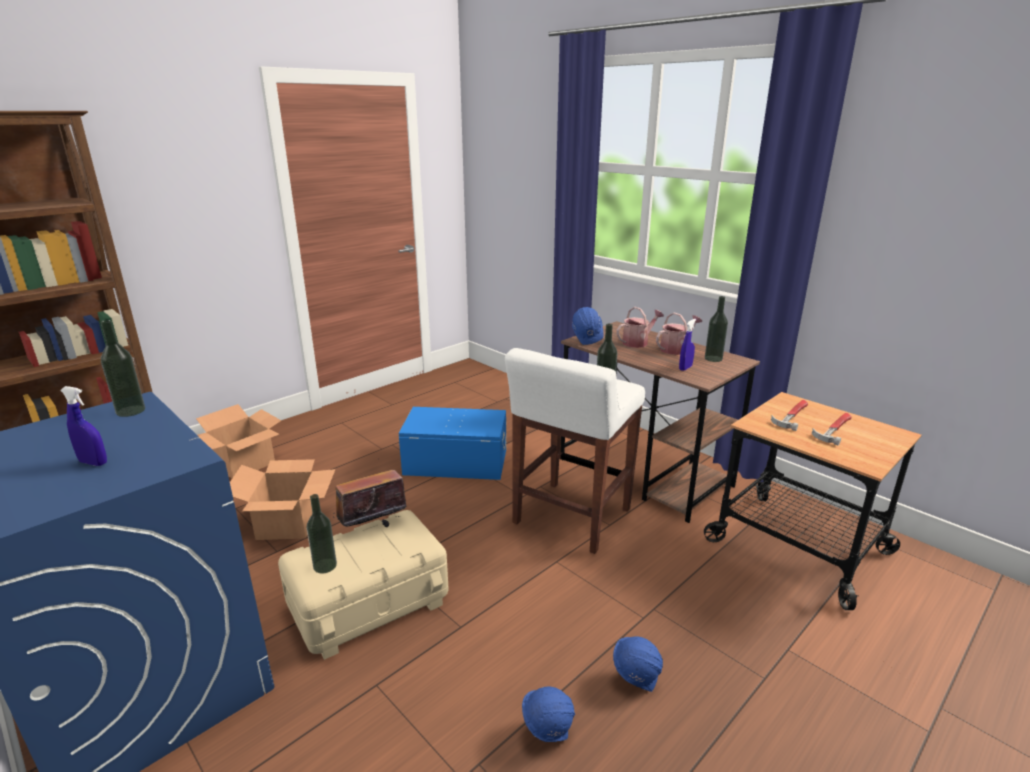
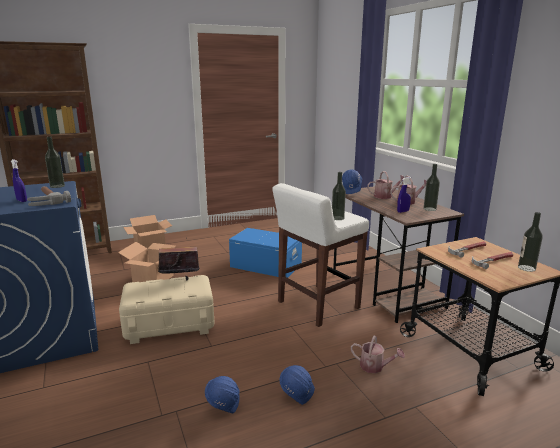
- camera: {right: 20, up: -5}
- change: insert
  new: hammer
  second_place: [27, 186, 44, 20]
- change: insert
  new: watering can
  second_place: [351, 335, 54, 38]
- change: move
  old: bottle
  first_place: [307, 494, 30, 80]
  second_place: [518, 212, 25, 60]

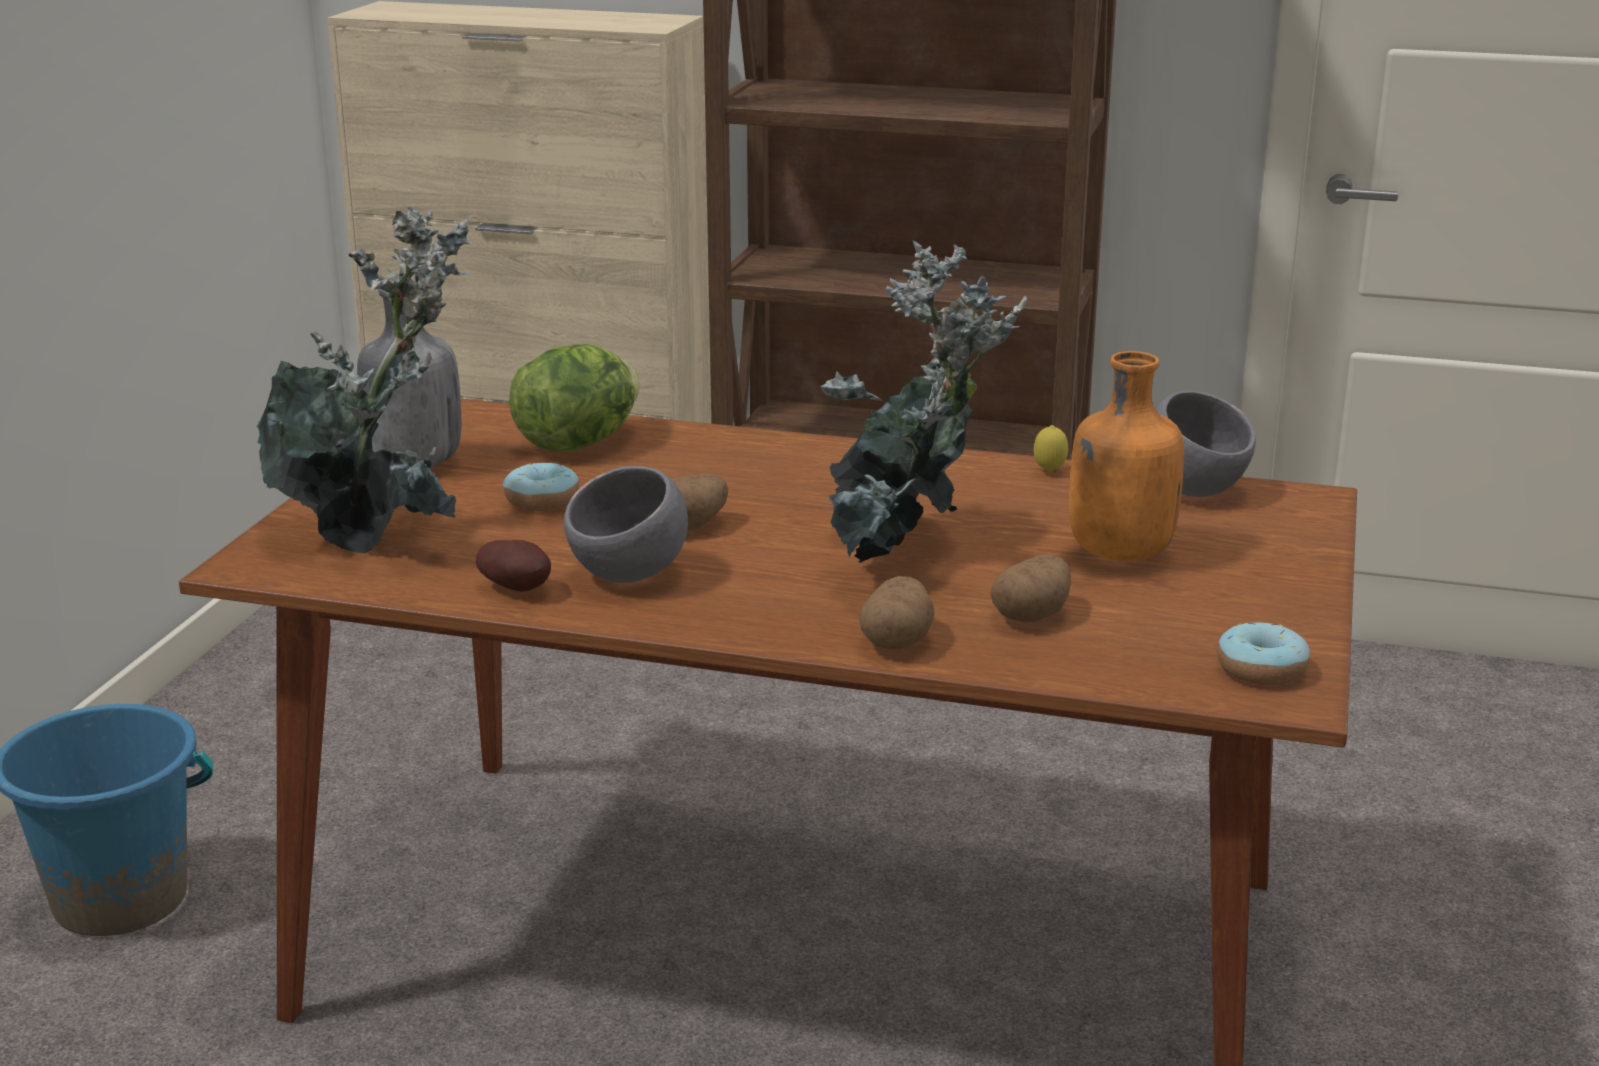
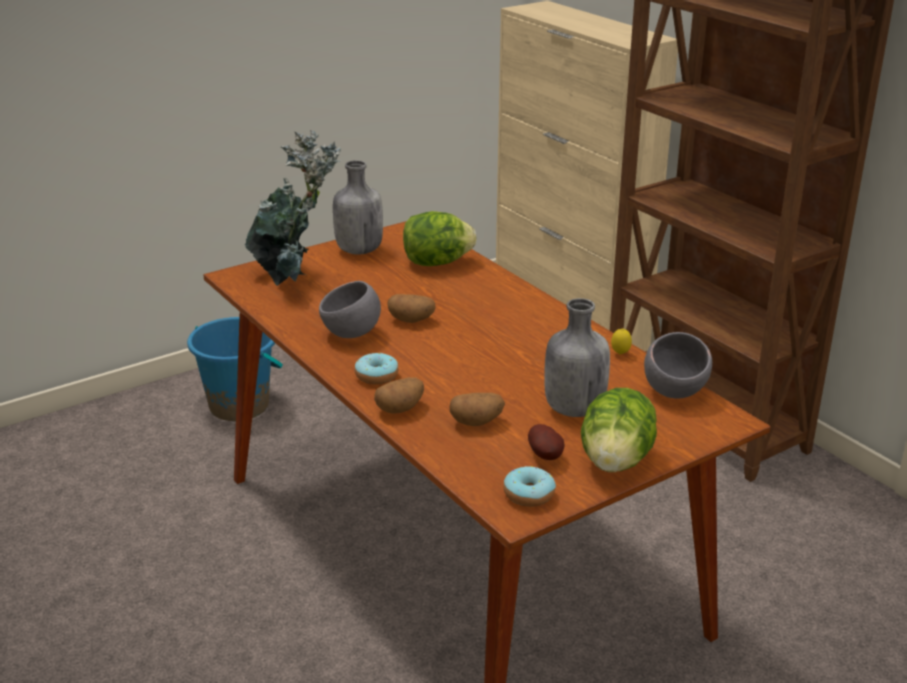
- camera: {right: 40, up: 5}
- change: delete
  old: potted plant
  first_place: [820, 240, 207, 323]
- change: insert
  new: lettuce
  second_place: [581, 388, 76, 84]
- change: move
  old: potato
  first_place: [476, 540, 75, 52]
  second_place: [528, 424, 36, 36]
- change: move
  old: donut
  first_place: [503, 463, 76, 48]
  second_place: [355, 353, 43, 32]
- change: recolor
  old: bottle/orange
  new: bottle/grey
  first_place: [1069, 351, 115, 211]
  second_place: [544, 298, 66, 119]

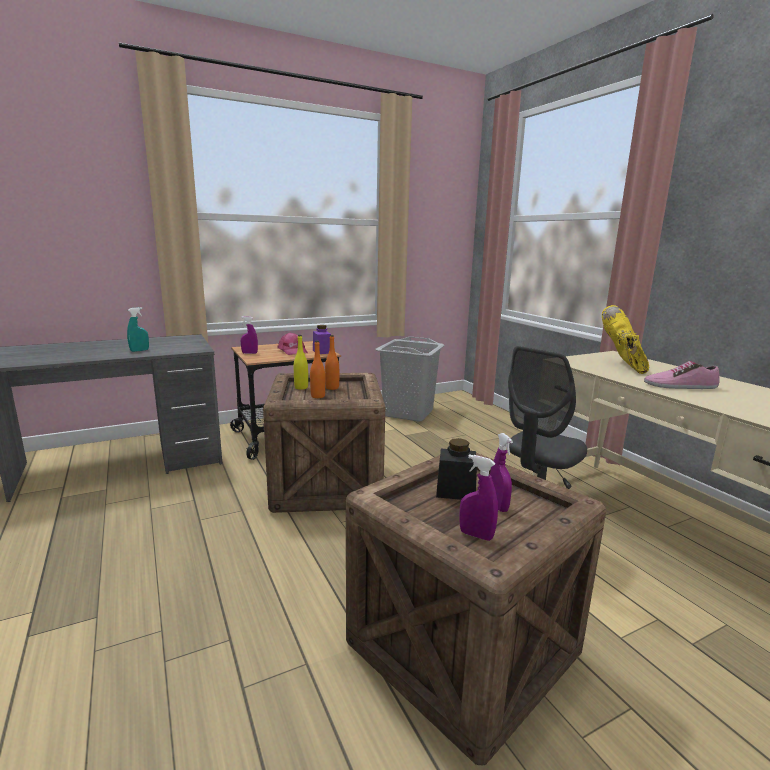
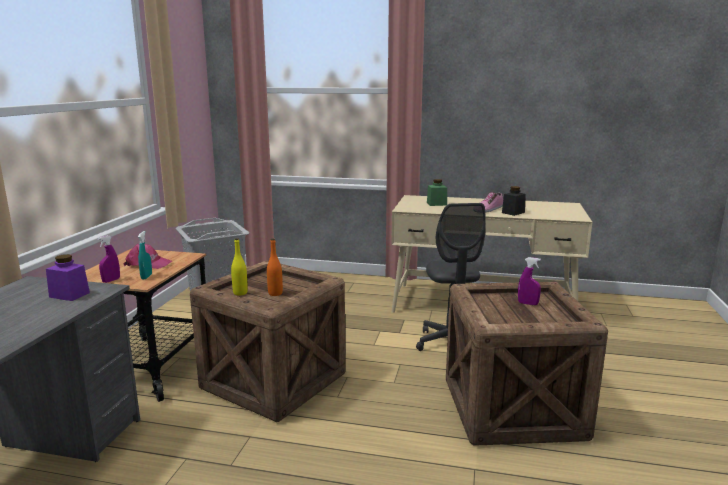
- camera: {right: -50, up: 0}
- change: delete
  old: bottle/orange
  first_place: [325, 335, 14, 55]
- change: delete
  old: spray bottle/purple
  first_place: [459, 454, 39, 87]
- change: move
  old: spray bottle/turquoise
  first_place: [127, 307, 22, 45]
  second_place: [138, 231, 14, 48]
- change: move
  old: jar/purple
  first_place: [313, 325, 18, 29]
  second_place: [46, 254, 44, 47]
- change: move
  old: jar/black
  first_place: [436, 438, 41, 62]
  second_place: [502, 186, 24, 30]
- change: replace
  old: boot/yellow
  new: jar/green
  first_place: [602, 305, 47, 69]
  second_place: [427, 179, 20, 27]

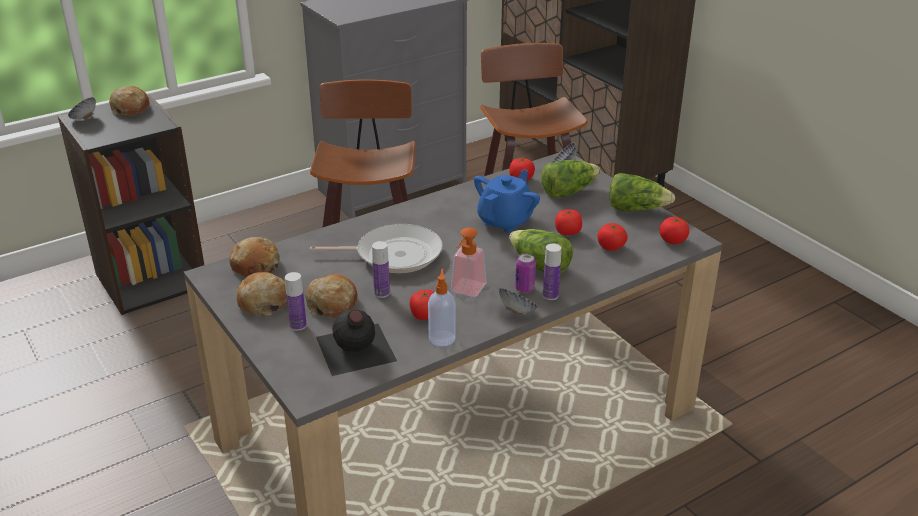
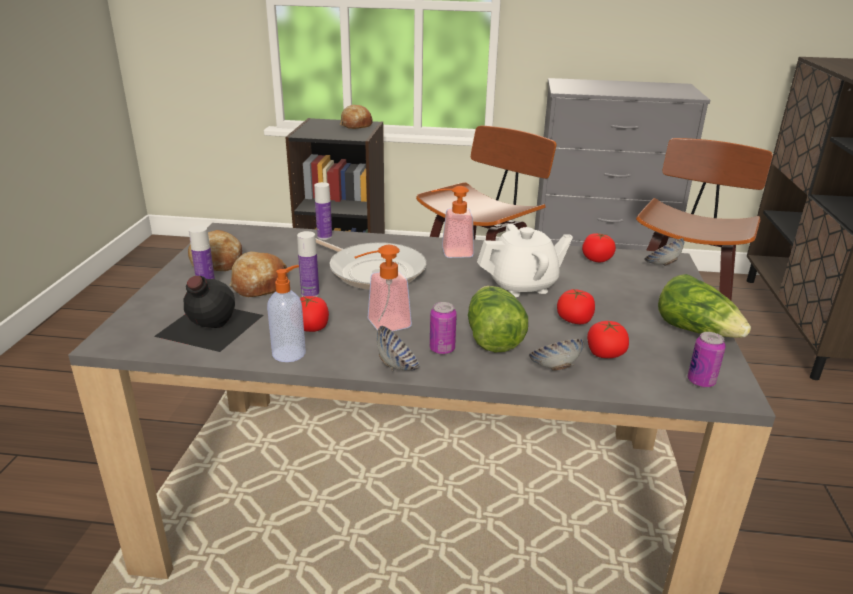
- camera: {right: 40, up: -5}
- change: delete
  old: bread
  first_place: [229, 237, 51, 41]
- change: delete
  old: lettuce
  first_place: [541, 160, 59, 38]
- change: insert
  new: soap dispenser
  second_place: [431, 186, 43, 72]
- change: move
  old: bowl
  first_place: [68, 97, 28, 23]
  second_place: [529, 339, 55, 32]
- change: move
  old: bottle
  first_place: [543, 244, 18, 56]
  second_place: [314, 182, 18, 58]
- change: replace
  old: tomato
  new: can
  first_place: [659, 217, 30, 27]
  second_place: [687, 332, 39, 56]
- change: recolor
  old: teapot/blue
  new: teapot/white
  first_place: [474, 170, 66, 63]
  second_place: [477, 223, 96, 74]

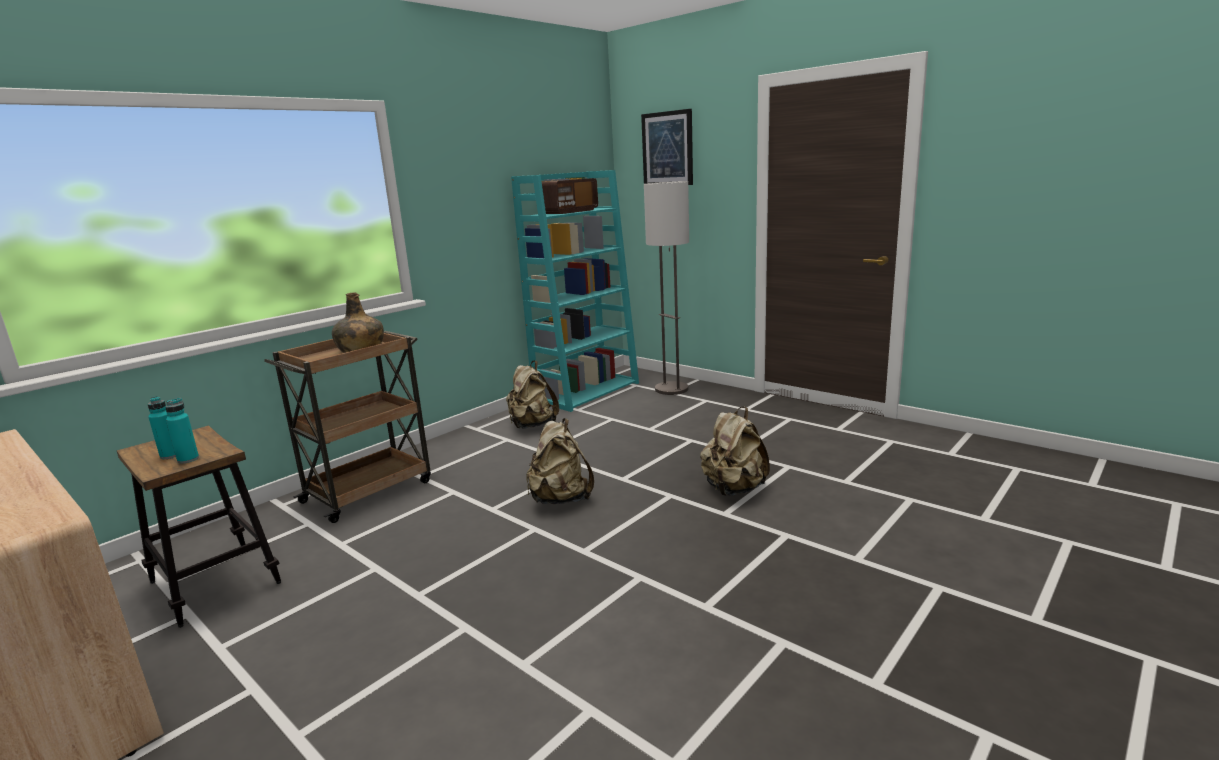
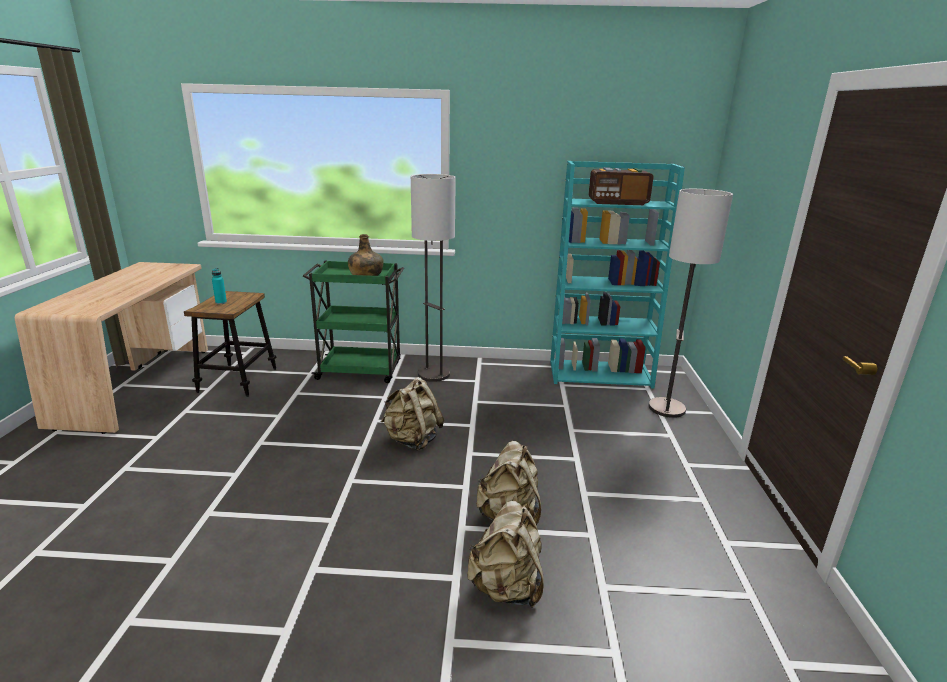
- camera: {right: 50, up: 5}
- change: delete
  old: bottle/turquoise
  first_place: [166, 398, 33, 65]
- change: delete
  old: picture
  first_place: [641, 109, 52, 76]
- change: insert
  new: floor lamp
  second_place: [411, 174, 45, 208]
- change: move
  old: backpack/beige
  first_place: [506, 360, 53, 69]
  second_place: [467, 501, 77, 107]
- change: recolor
  old: cart/brown
  new: cart/green
  first_place: [264, 331, 167, 192]
  second_place: [303, 261, 101, 122]

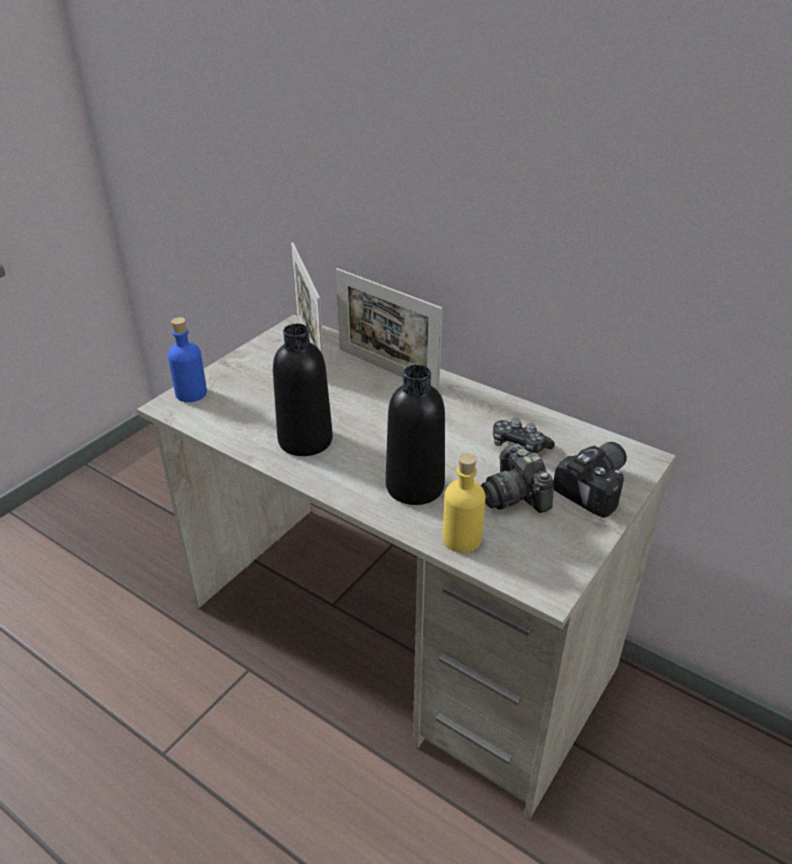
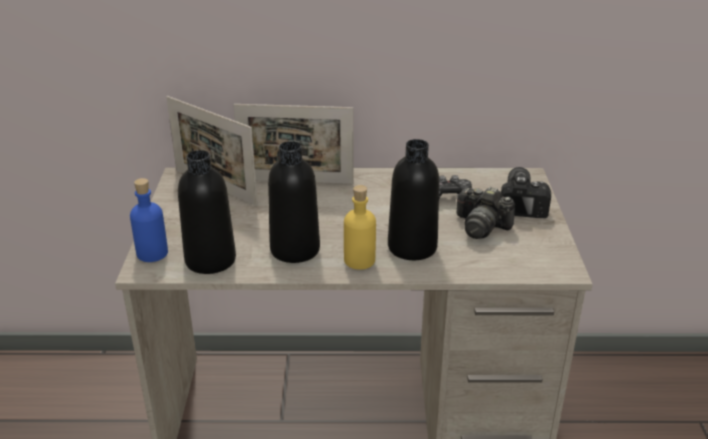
- camera: {right: -35, up: -5}
- change: insert
  new: bottle/black
  second_place: [178, 150, 58, 124]
- change: move
  old: bottle/yellow
  first_place: [443, 453, 43, 100]
  second_place: [344, 185, 32, 85]

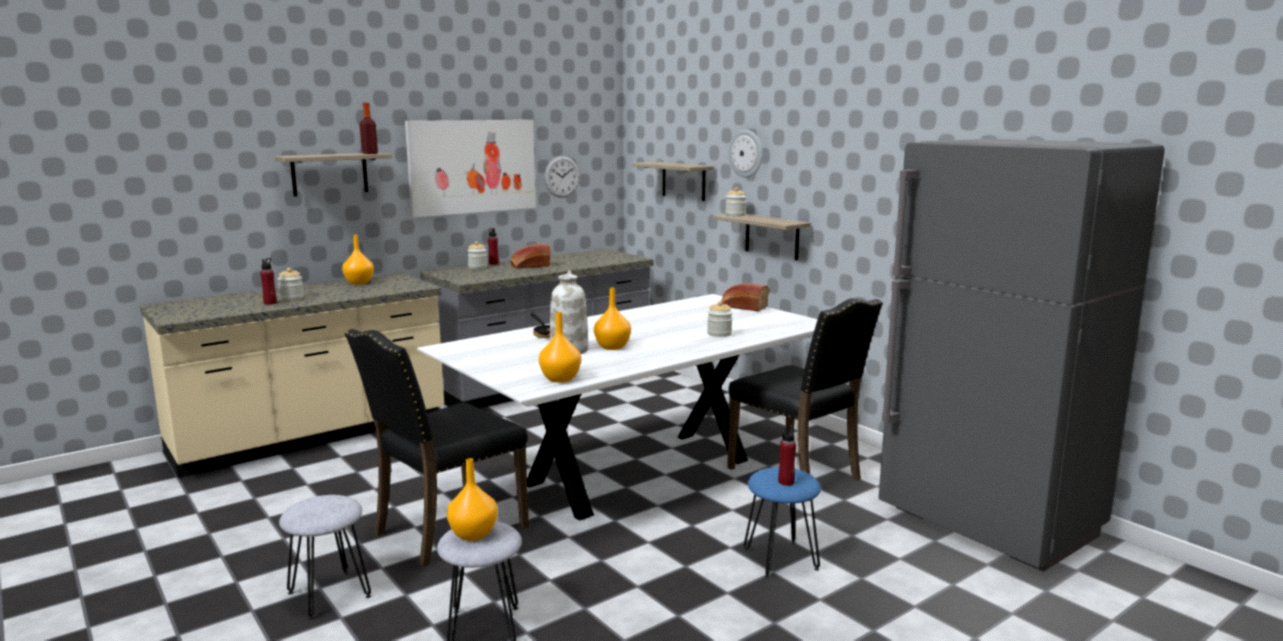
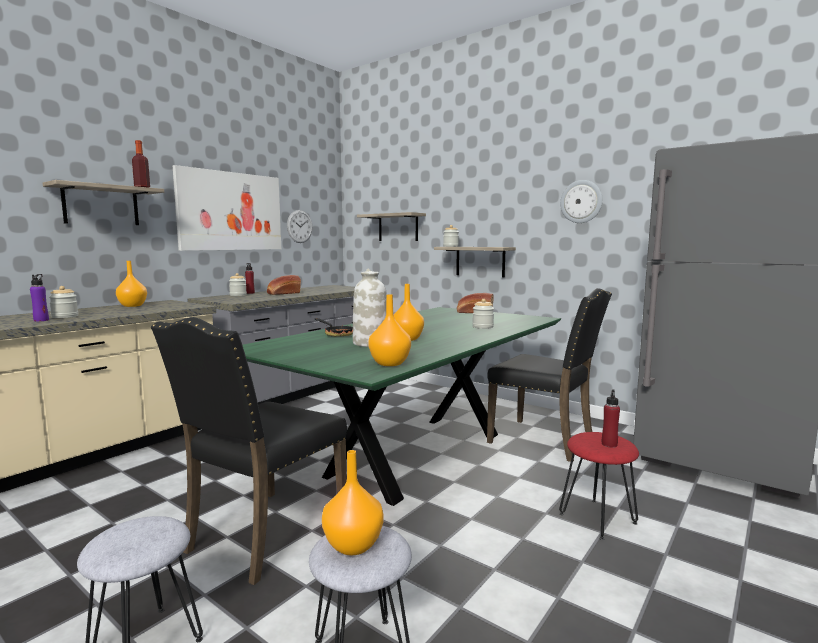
- camera: {right: -15, up: -5}
- change: move
  old: wall clock
  first_place: [729, 130, 33, 48]
  second_place: [560, 180, 43, 43]
- change: recolor
  old: bottle/red
  new: bottle/purple
  first_place: [260, 258, 17, 47]
  second_place: [30, 274, 19, 48]
- change: recolor
  old: dining table/white
  new: dining table/green
  first_place: [417, 294, 401, 227]
  second_place: [243, 307, 318, 199]
- change: recolor
  old: stool/blue
  new: stool/red
  first_place: [744, 467, 77, 111]
  second_place: [559, 432, 80, 108]

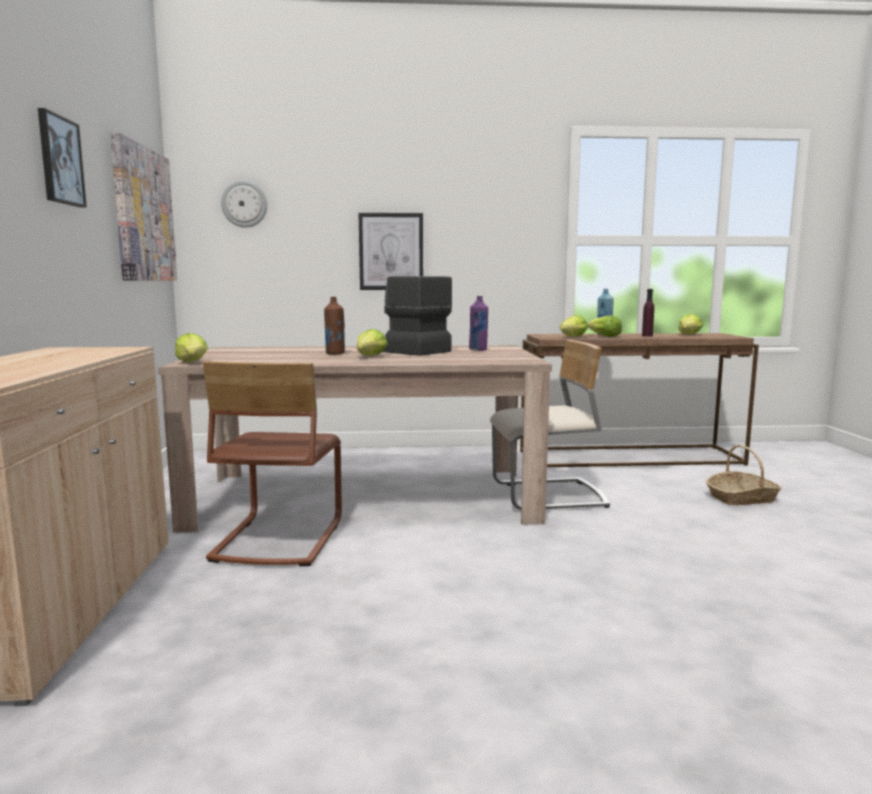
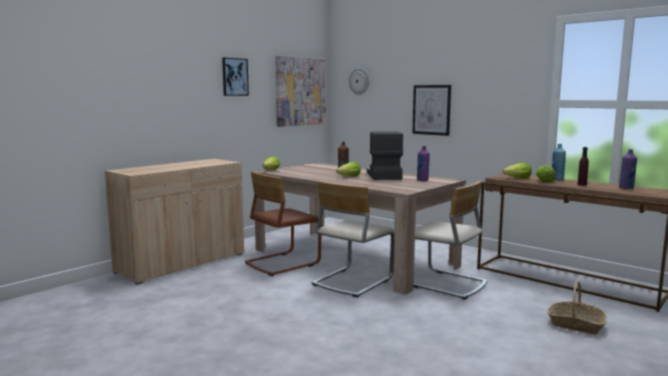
- camera: {right: 45, up: 0}
- change: insert
  new: chair/beige
  second_place: [312, 181, 82, 116]
- change: replace
  old: lettuce
  new: bottle/purple
  first_place: [678, 314, 25, 21]
  second_place: [619, 149, 18, 40]

